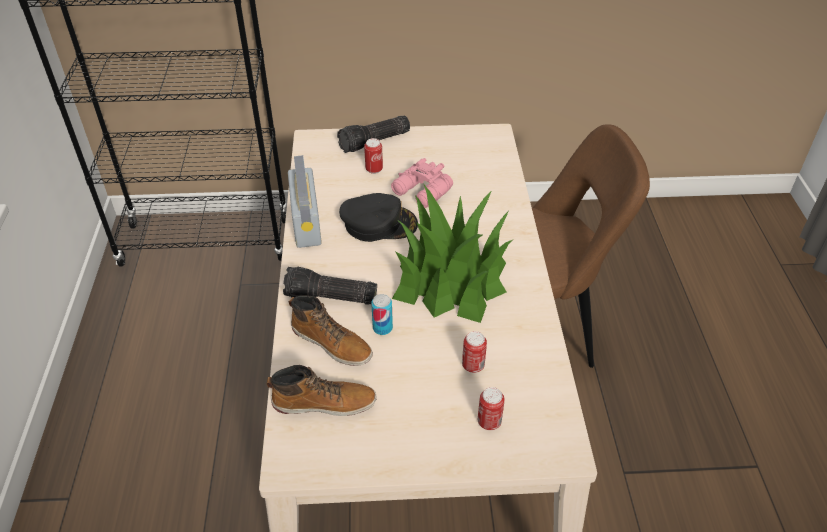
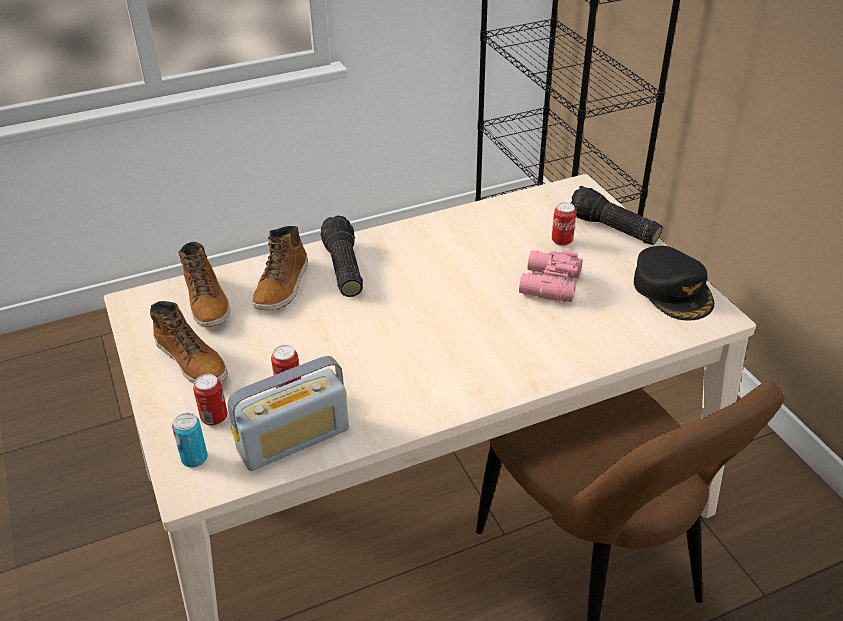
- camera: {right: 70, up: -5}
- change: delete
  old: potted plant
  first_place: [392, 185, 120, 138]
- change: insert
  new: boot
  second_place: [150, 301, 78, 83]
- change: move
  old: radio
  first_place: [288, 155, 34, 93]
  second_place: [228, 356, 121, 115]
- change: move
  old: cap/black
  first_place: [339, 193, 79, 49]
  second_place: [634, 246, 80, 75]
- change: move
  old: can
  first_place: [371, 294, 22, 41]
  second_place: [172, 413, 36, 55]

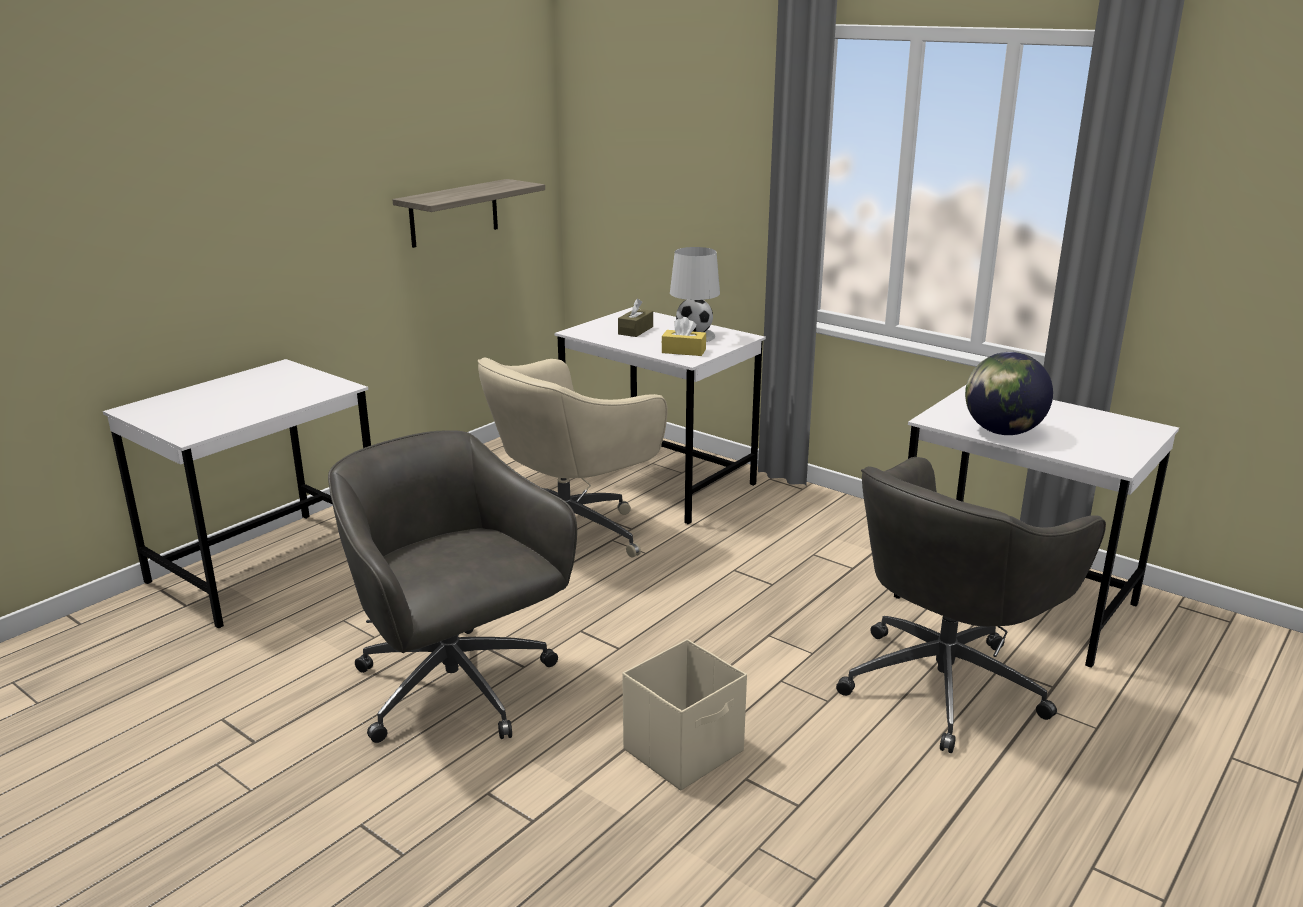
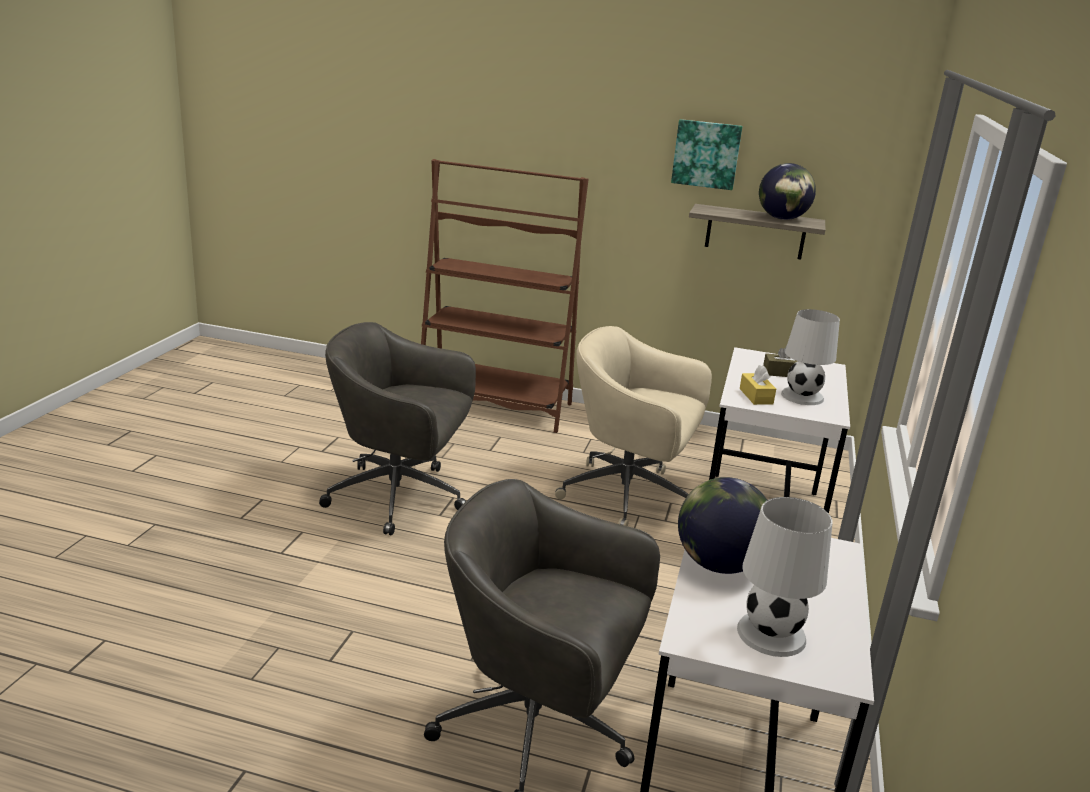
- camera: {right: 65, up: 0}
- change: delete
  old: storage box/beige
  first_place: [622, 639, 125, 152]
- change: insert
  new: picture
  second_place: [671, 119, 71, 71]
- change: insert
  new: table lamp/white
  second_place: [737, 497, 96, 160]
- change: insert
  new: globe
  second_place: [759, 163, 57, 57]
- change: replace
  old: desk/white
  new: bookcase/brown
  first_place: [103, 359, 268, 269]
  second_place: [421, 159, 168, 274]
- change: rotate
  old: office chair/grey
  first_place: [328, 430, 249, 313]
  second_place: [319, 322, 157, 213]
  degrees: -105

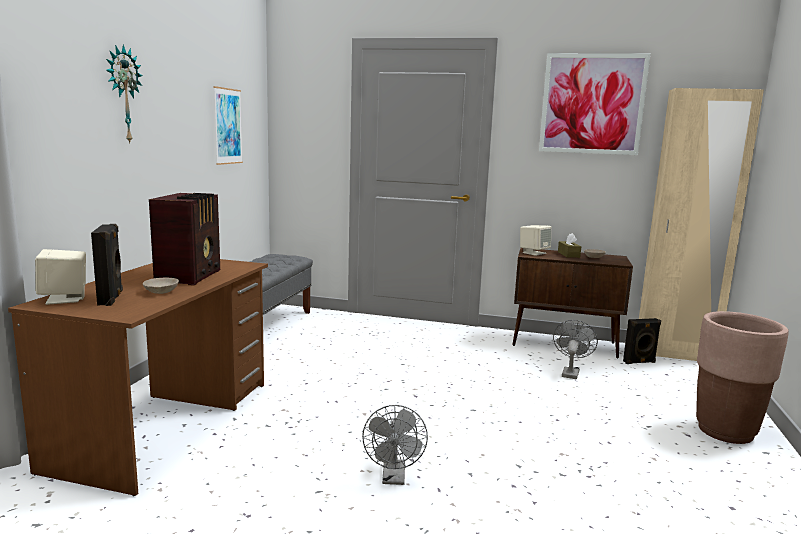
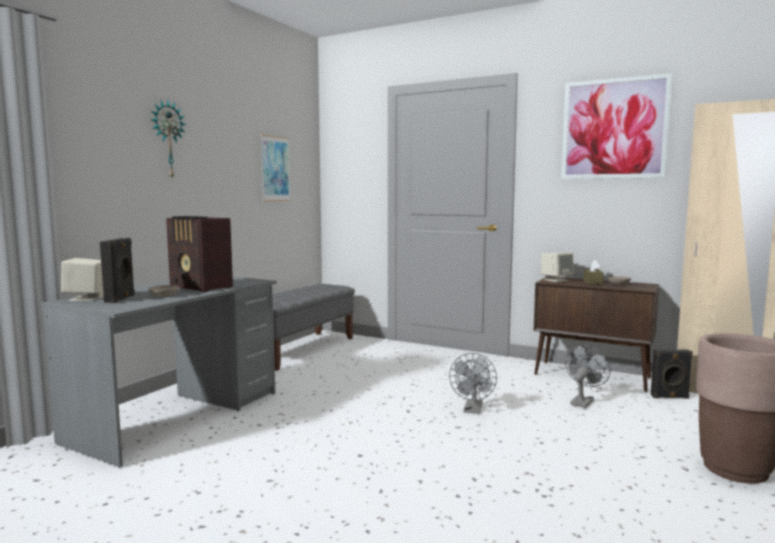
- camera: {right: 15, up: -5}
- change: move
  old: fan/grey
  first_place: [362, 405, 66, 80]
  second_place: [449, 353, 48, 61]
- change: recolor
  old: desk/brown
  new: desk/grey
  first_place: [8, 259, 260, 237]
  second_place: [41, 277, 236, 191]
- change: rotate
  old: radio
  first_place: [149, 193, 71, 93]
  second_place: [166, 216, 67, 76]
  degrees: 105

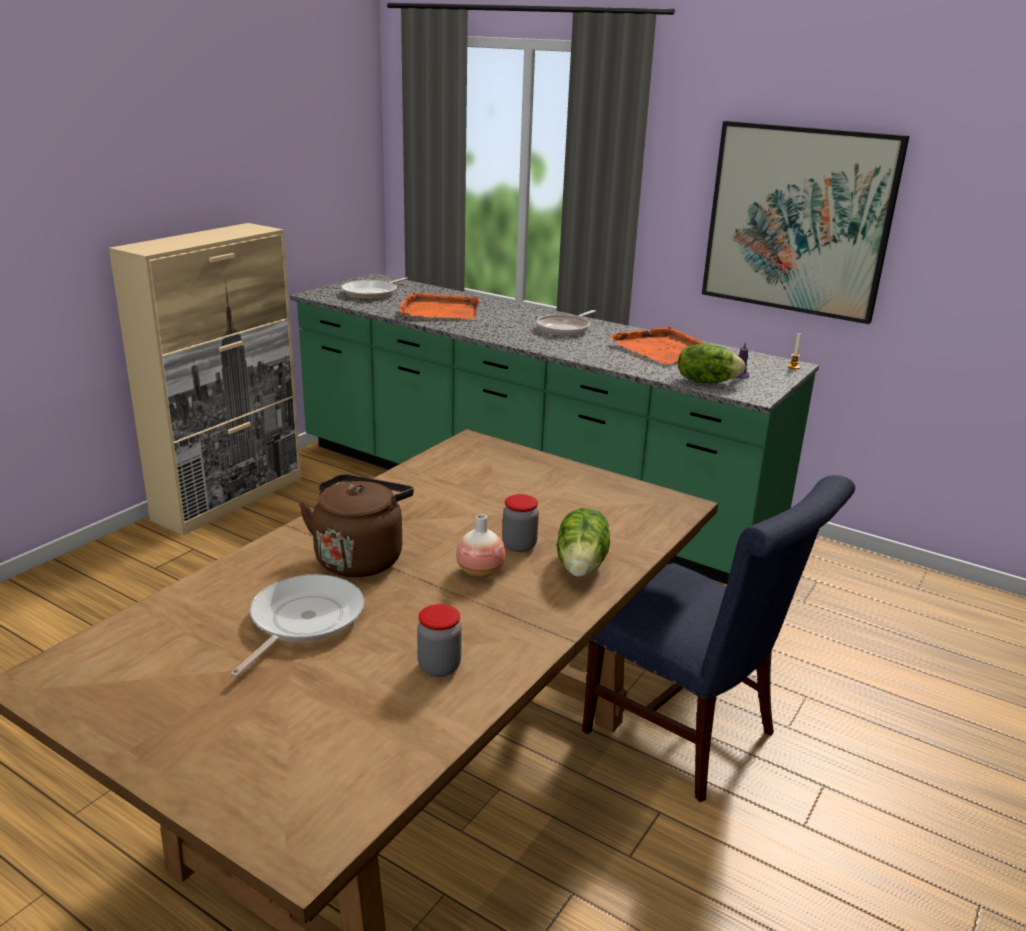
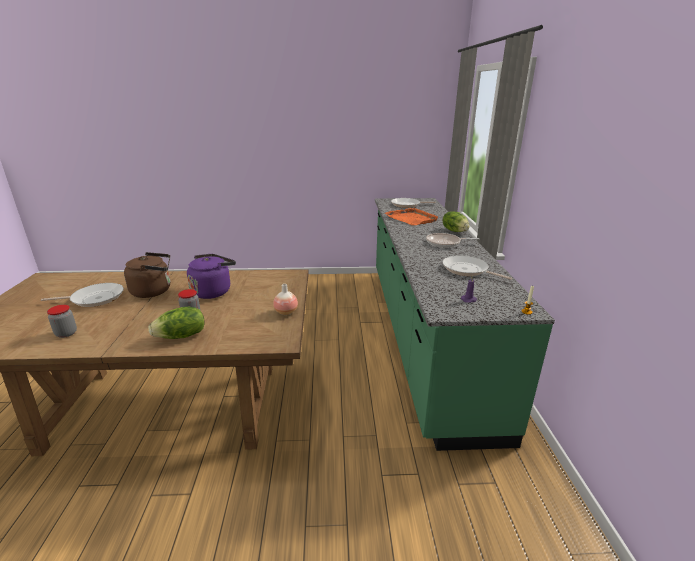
- camera: {right: 55, up: 0}
- change: delete
  old: cabinet/beige
  first_place: [109, 223, 192, 312]
- change: delete
  old: chair/blue
  first_place: [582, 475, 273, 327]
- change: delete
  old: picture
  first_place: [702, 121, 207, 203]
- change: insert
  new: kettle/purple
  second_place: [187, 254, 49, 45]
- change: move
  old: vase
  first_place: [456, 514, 49, 64]
  second_place: [273, 284, 25, 31]
- change: move
  old: lettuce
  first_place: [678, 344, 67, 39]
  second_place: [442, 211, 28, 21]
- change: replace
  old: tray/orange
  new: frying pan
  first_place: [609, 326, 99, 38]
  second_place: [442, 255, 70, 25]

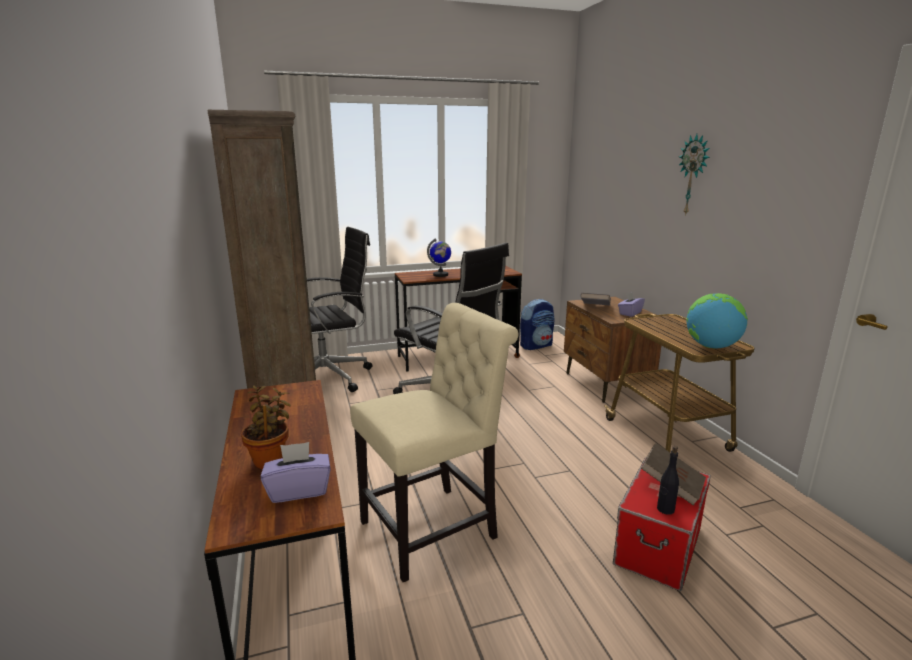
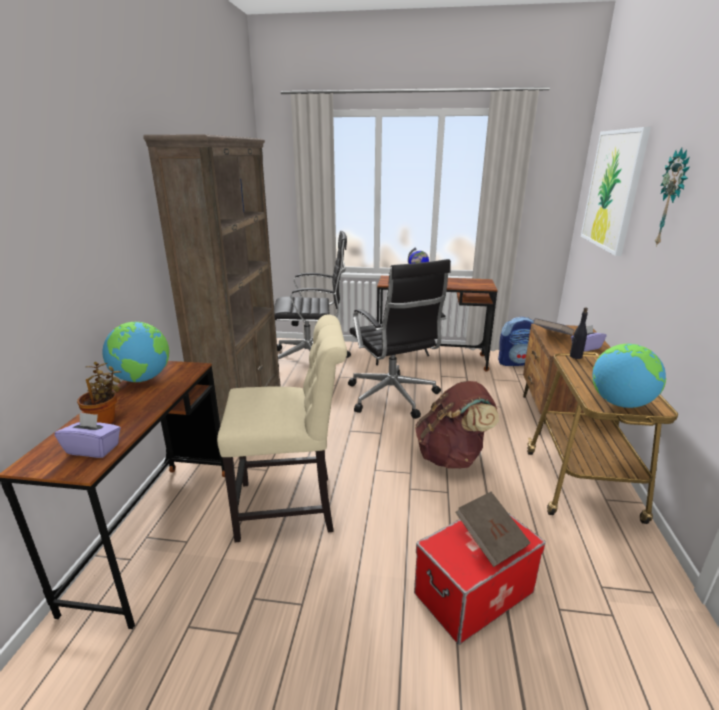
- camera: {right: 25, up: 5}
- change: insert
  new: globe
  second_place: [102, 322, 67, 60]
- change: insert
  new: backpack/brown
  second_place: [415, 381, 84, 88]
- change: insert
  new: picture
  second_place: [581, 127, 70, 129]
- change: move
  old: bottle/black
  first_place: [657, 446, 22, 69]
  second_place: [570, 308, 18, 51]

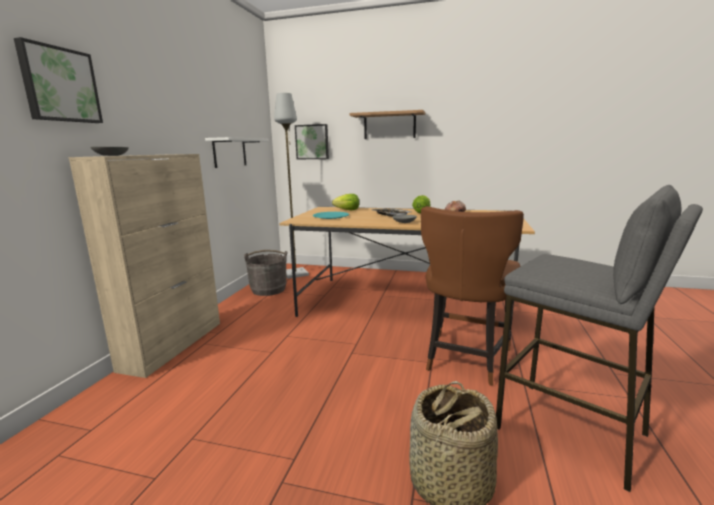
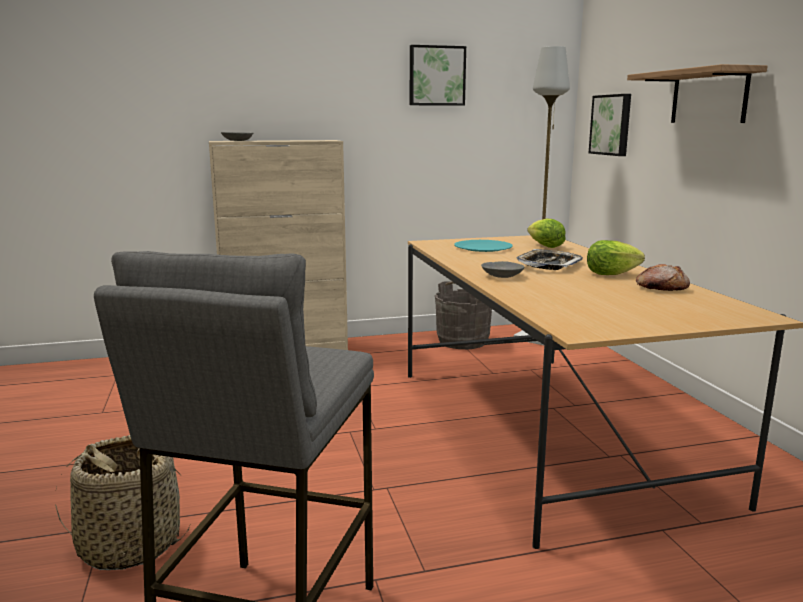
- camera: {right: 60, up: 0}
- change: delete
  old: shelf/white
  first_place: [205, 137, 64, 31]
- change: delete
  old: chair/brown
  first_place: [421, 206, 103, 180]
- change: move
  old: picture
  first_place: [14, 37, 89, 86]
  second_place: [410, 45, 56, 61]

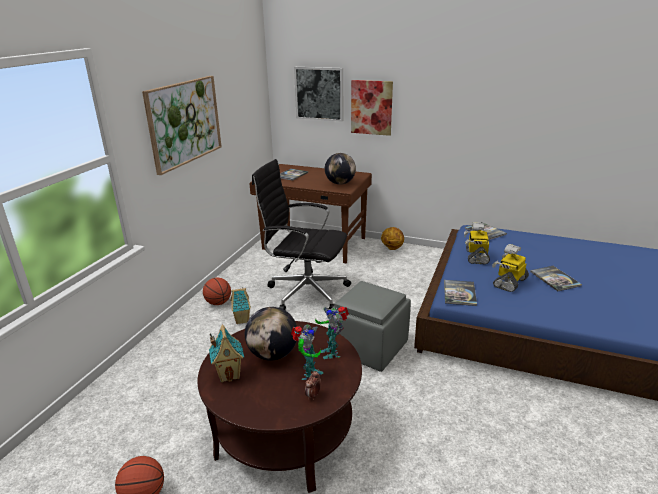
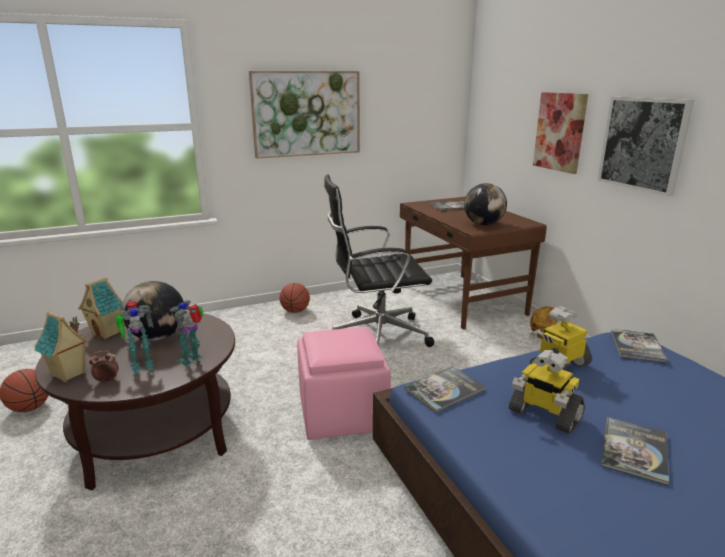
- camera: {right: 45, up: -5}
- change: move
  old: toy house
  first_place: [230, 287, 21, 37]
  second_place: [34, 312, 55, 70]
- change: move
  old: picture
  first_place: [294, 67, 49, 54]
  second_place: [597, 97, 97, 99]
- change: recolor
  old: ottoman/grey
  new: ottoman/pink
  first_place: [329, 281, 82, 91]
  second_place: [297, 327, 94, 113]
- change: rotate
  old: office chair/black
  first_place: [252, 159, 99, 151]
  second_place: [324, 174, 110, 173]
  degrees: -75
- change: rotate
  old: toy robot
  first_place: [492, 244, 37, 48]
  second_place: [509, 350, 76, 84]
  degrees: -135

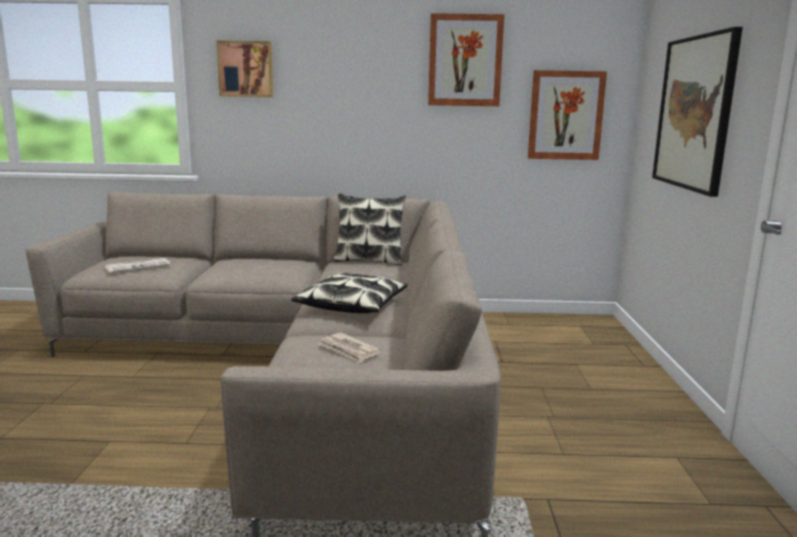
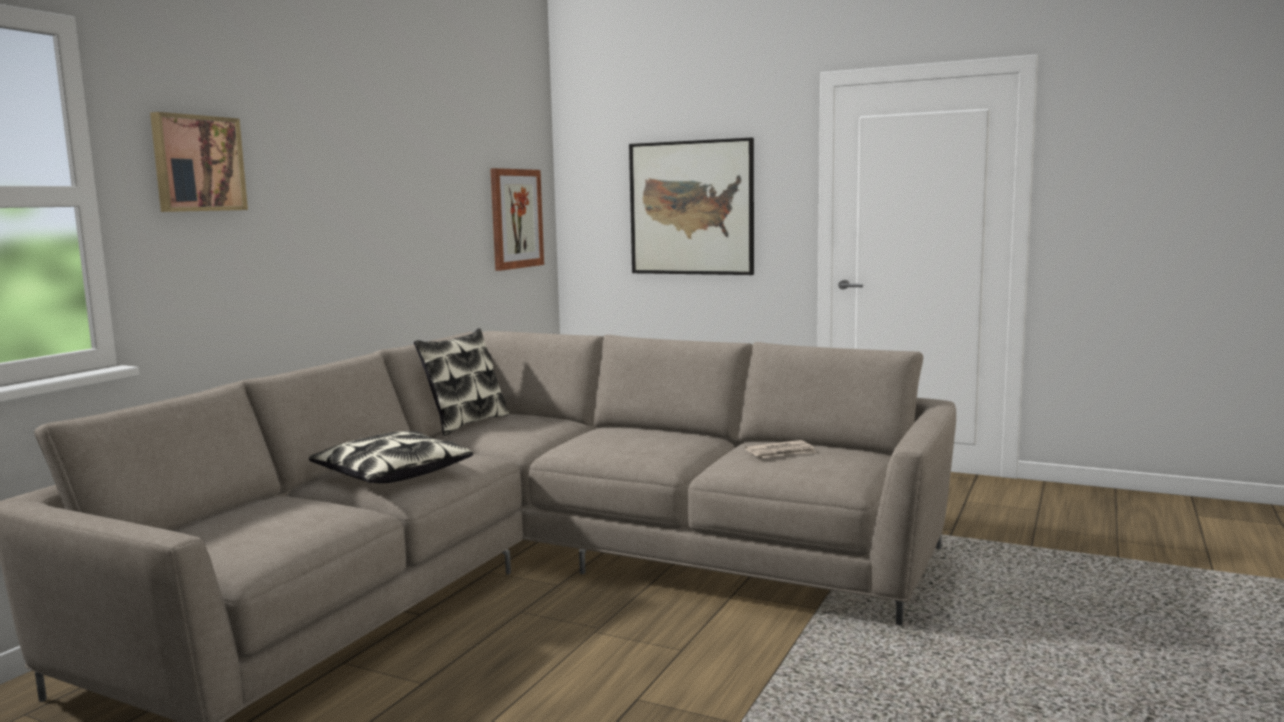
- camera: {right: -65, up: -5}
- change: delete
  old: newspaper
  first_place: [105, 258, 66, 15]
- change: delete
  old: picture
  first_place: [428, 13, 76, 93]
- change: move
  old: pillow
  first_place: [291, 273, 117, 40]
  second_place: [309, 431, 164, 52]

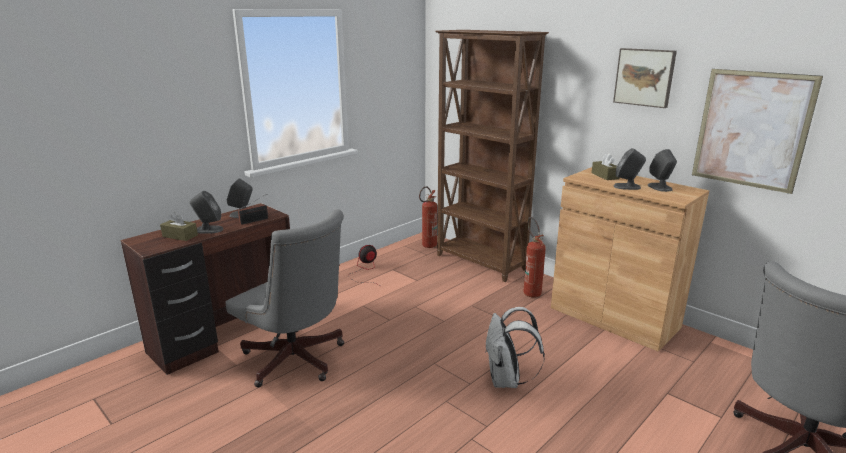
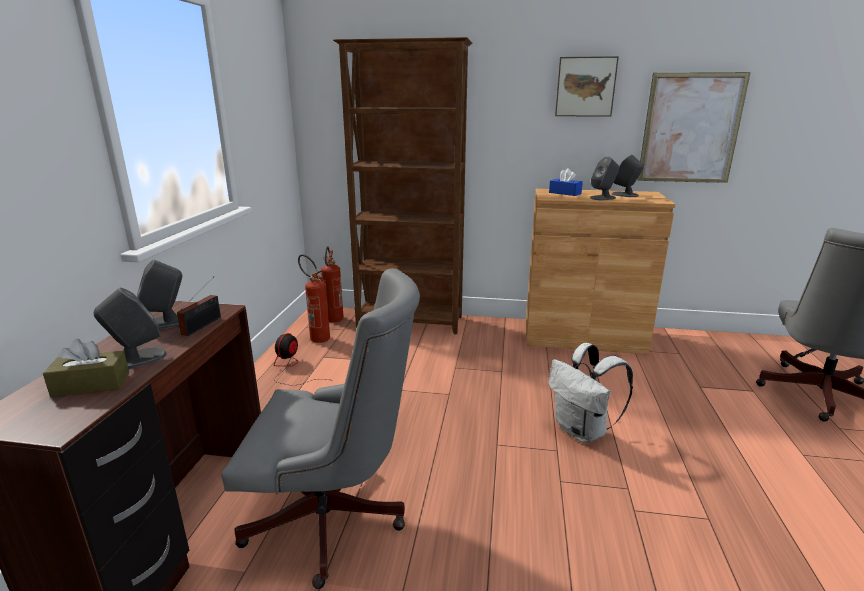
- camera: {right: -35, up: 0}
- change: move
  old: fire extinguisher
  first_place: [524, 217, 22, 80]
  second_place: [298, 254, 32, 89]
- change: recolor
  old: tissue box/brown
  new: tissue box/blue
  first_place: [592, 153, 27, 27]
  second_place: [549, 168, 34, 28]

